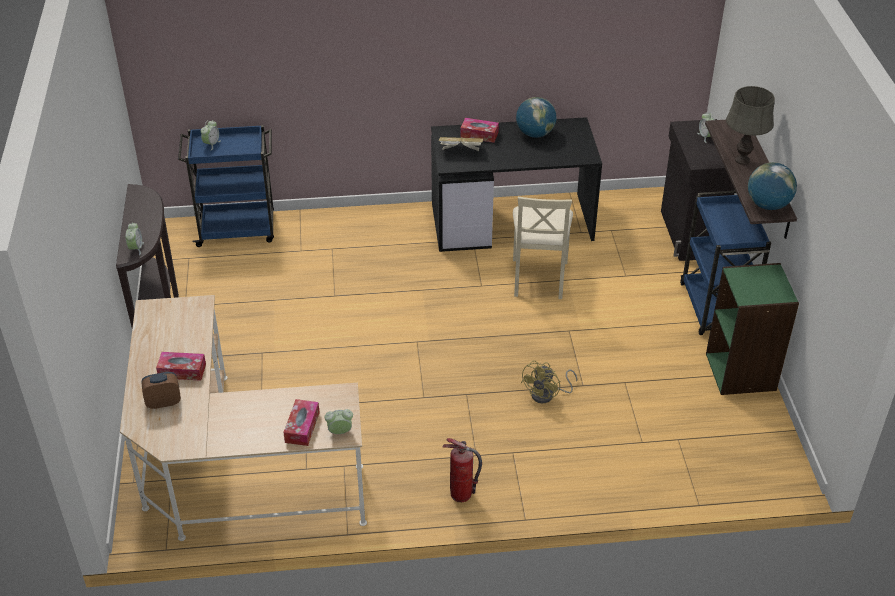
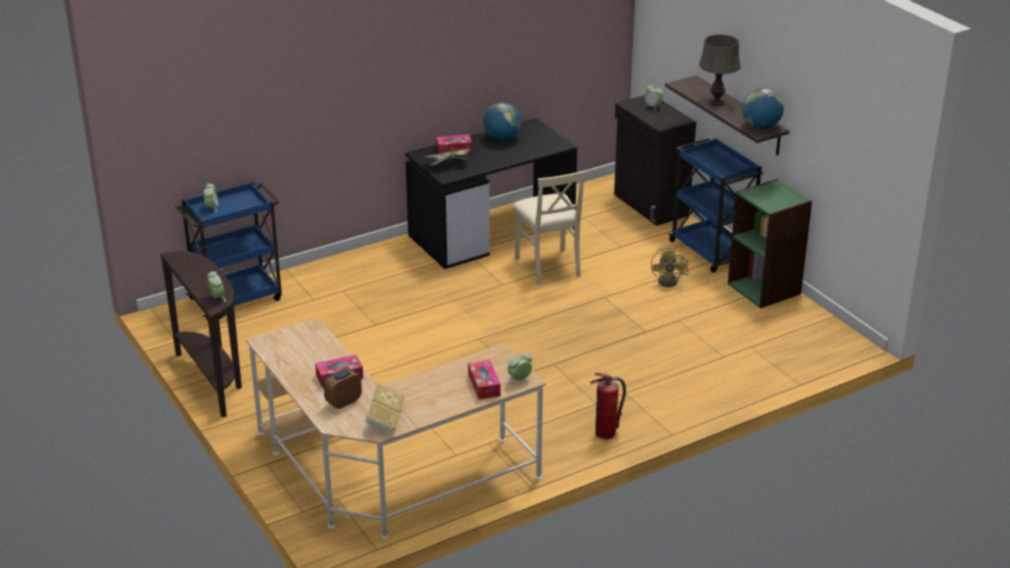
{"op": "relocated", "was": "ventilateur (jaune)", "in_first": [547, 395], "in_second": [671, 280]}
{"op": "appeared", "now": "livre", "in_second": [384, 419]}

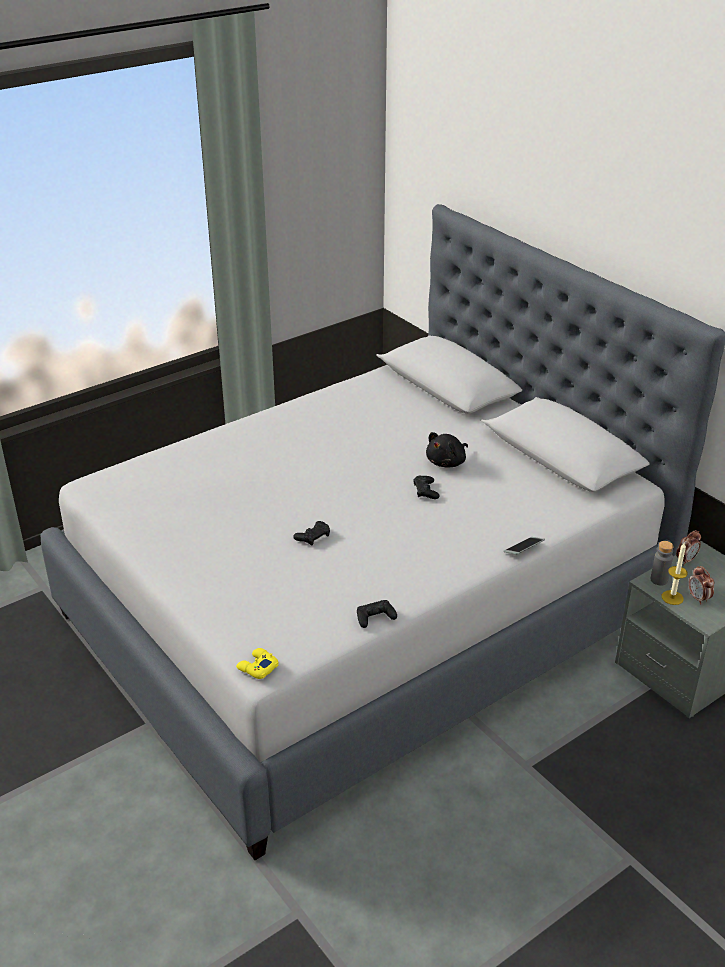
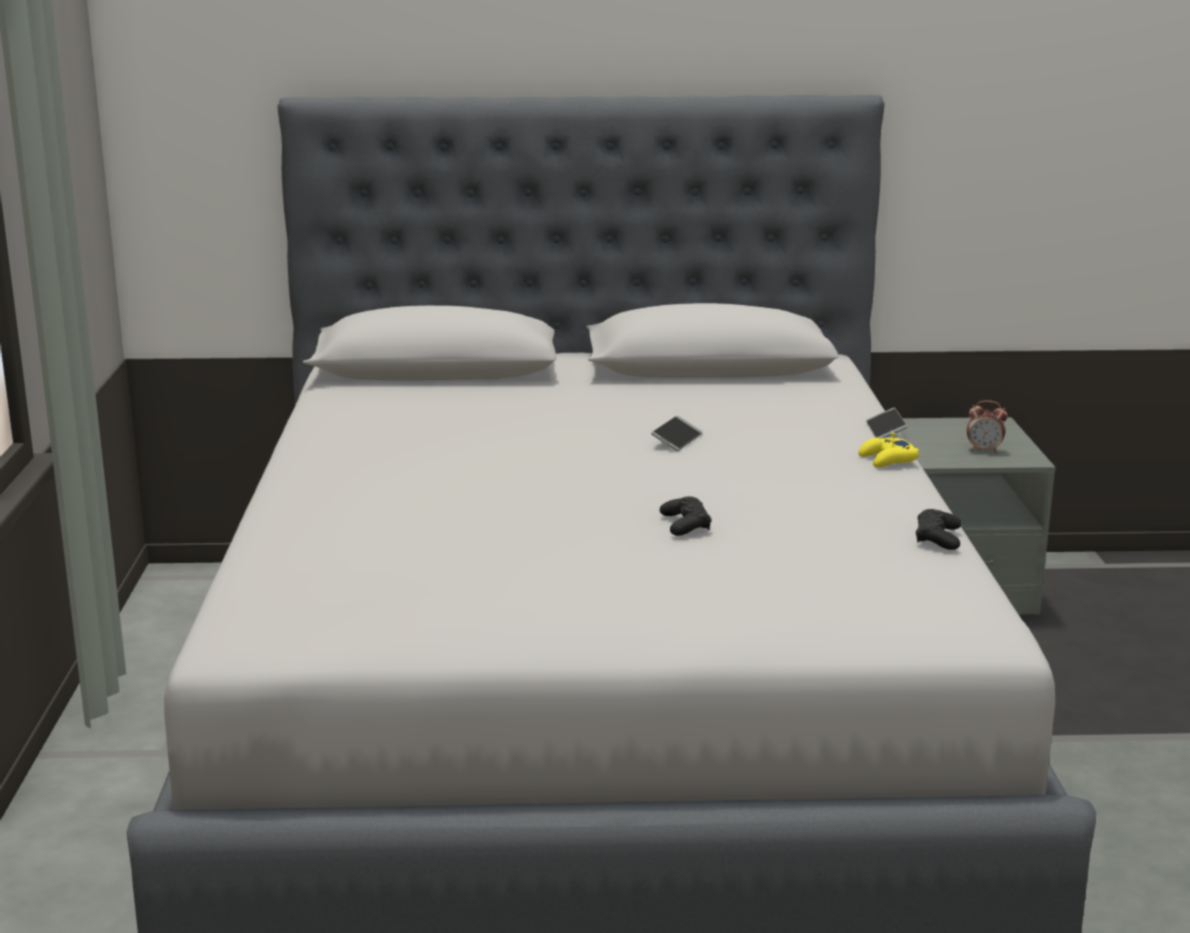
{"op": "missing", "was": "peluche (noir)", "in_first": [447, 462]}
{"op": "exchanged", "was": "manette (noir)", "now": "téléphone", "in_first": [425, 491], "in_second": [677, 440]}
{"op": "missing", "was": "réveil", "in_first": [686, 560]}
{"op": "missing", "was": "bouteille (gris)", "in_first": [659, 580]}
{"op": "missing", "was": "bougie", "in_first": [672, 597]}
{"op": "relocated", "was": "manette (jaune)", "in_first": [257, 667], "in_second": [888, 459]}

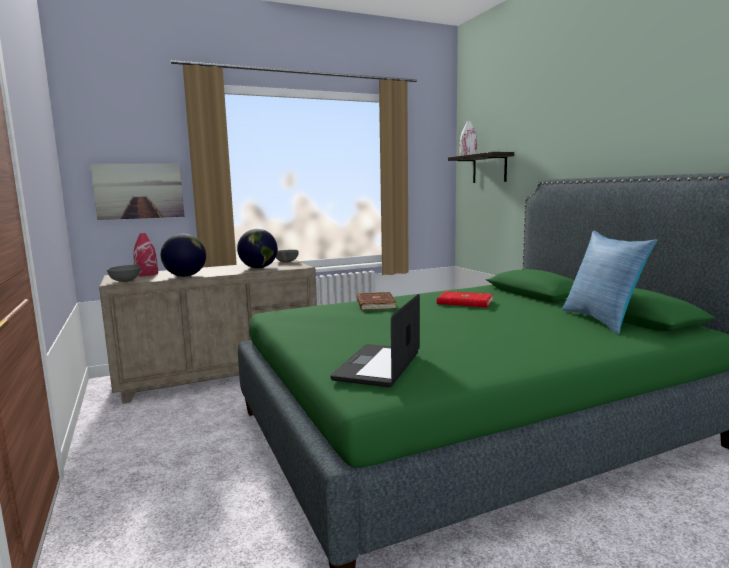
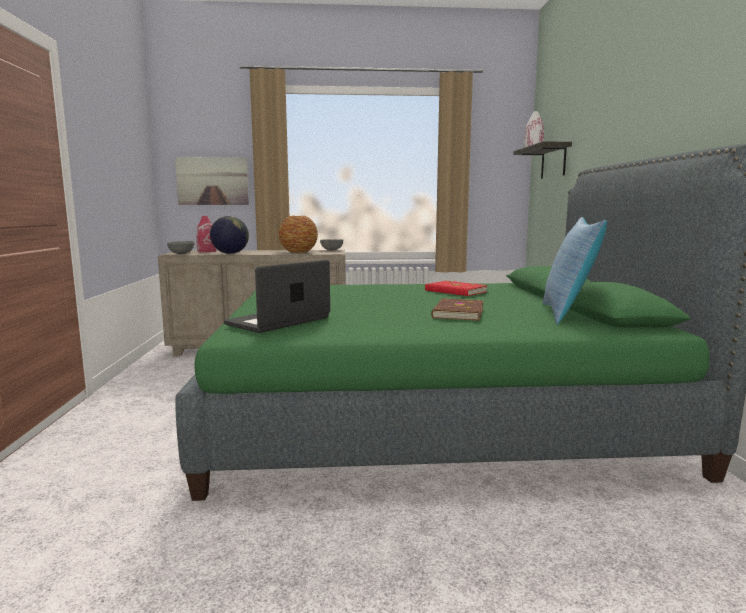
{"op": "exchanged", "was": "globe", "now": "vase", "in_first": [259, 268], "in_second": [299, 252]}
{"op": "relocated", "was": "livre (marron)", "in_first": [375, 304], "in_second": [457, 313]}

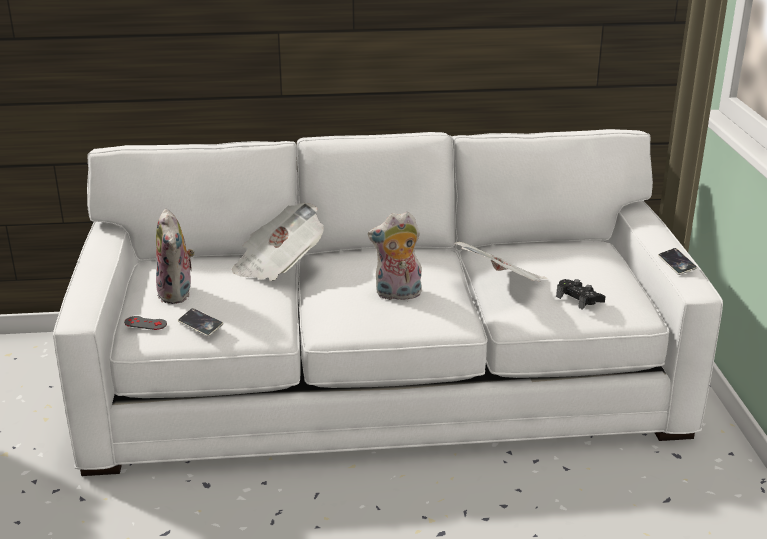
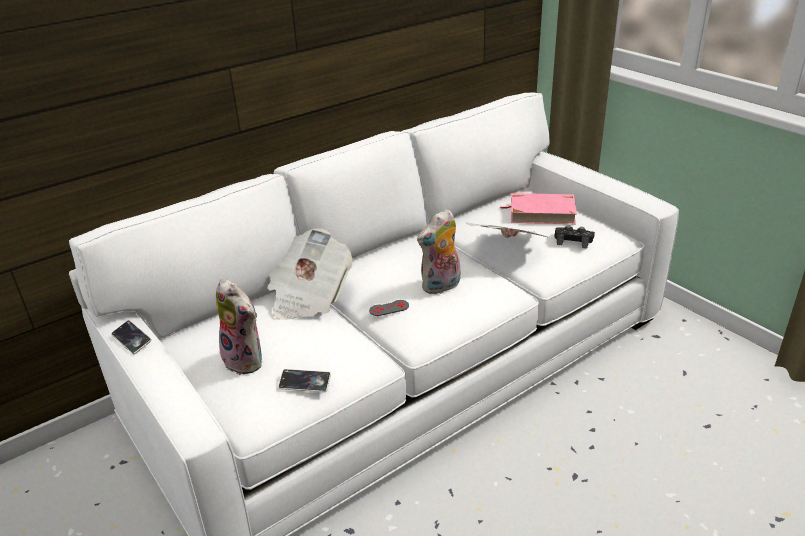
{"op": "relocated", "was": "téléphone", "in_first": [676, 264], "in_second": [132, 339]}
{"op": "relocated", "was": "manette (gris)", "in_first": [145, 323], "in_second": [389, 308]}
{"op": "appeared", "now": "livre (rose)", "in_second": [541, 213]}

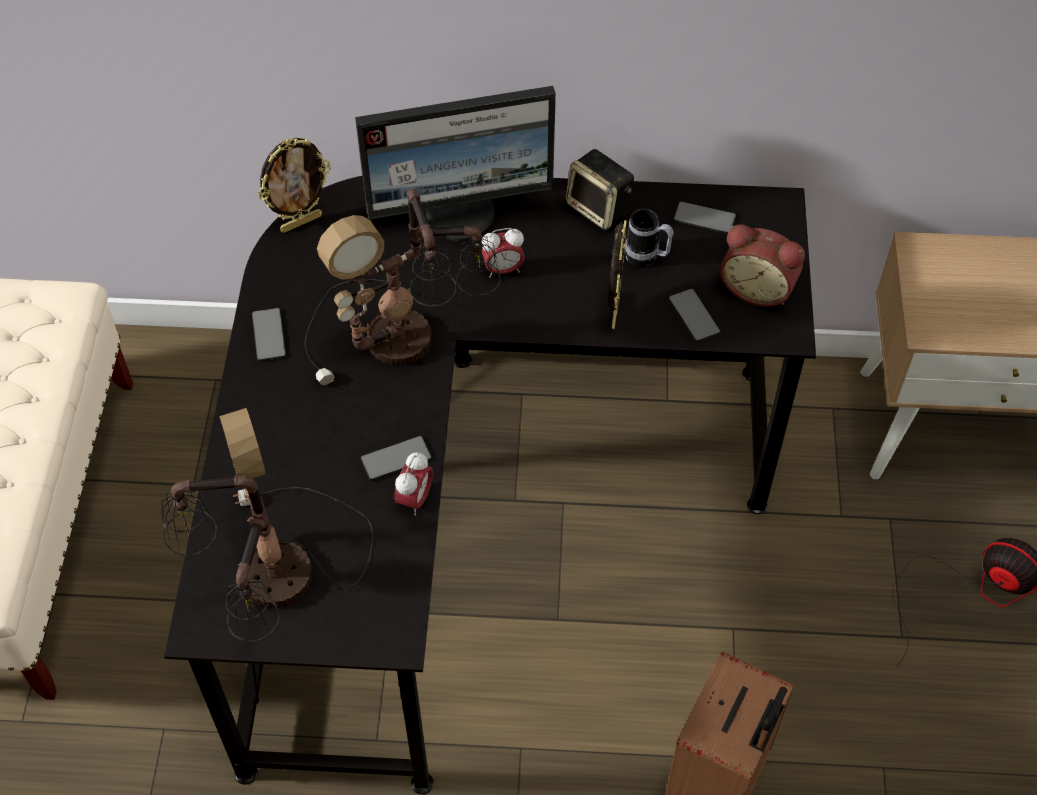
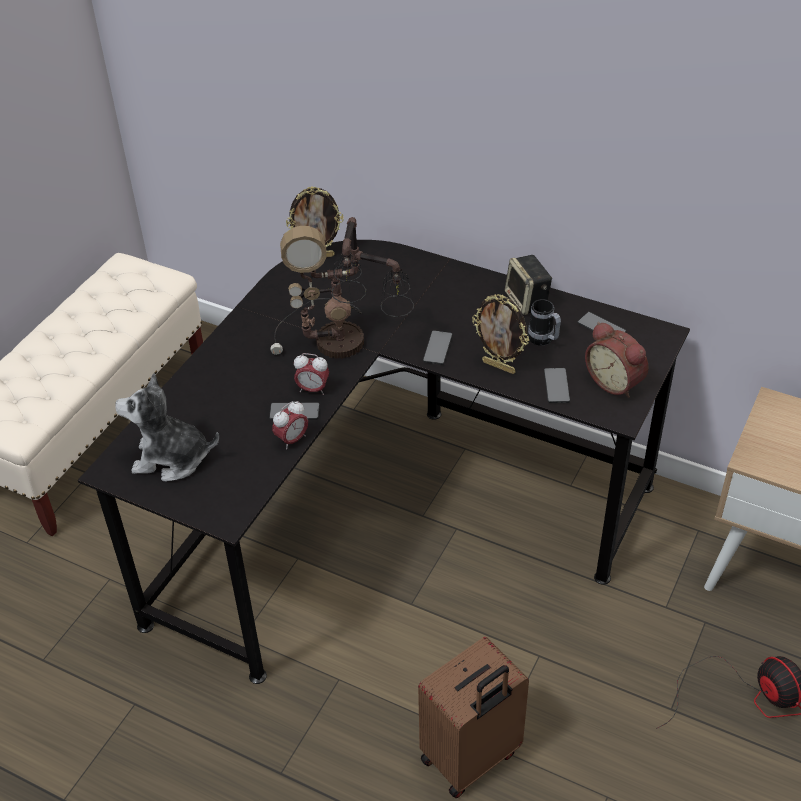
{"op": "missing", "was": "écran d'ordinateur", "in_first": [461, 213]}
{"op": "spun", "was": "cadre photo", "in_first": [613, 311], "in_second": [499, 366], "clockwise": 90}
{"op": "relocated", "was": "réveil", "in_first": [503, 269], "in_second": [313, 389]}
{"op": "relocated", "was": "téléphone", "in_first": [269, 335], "in_second": [437, 348]}
{"op": "exchanged", "was": "lampe de table", "now": "peluche", "in_first": [274, 581], "in_second": [171, 459]}

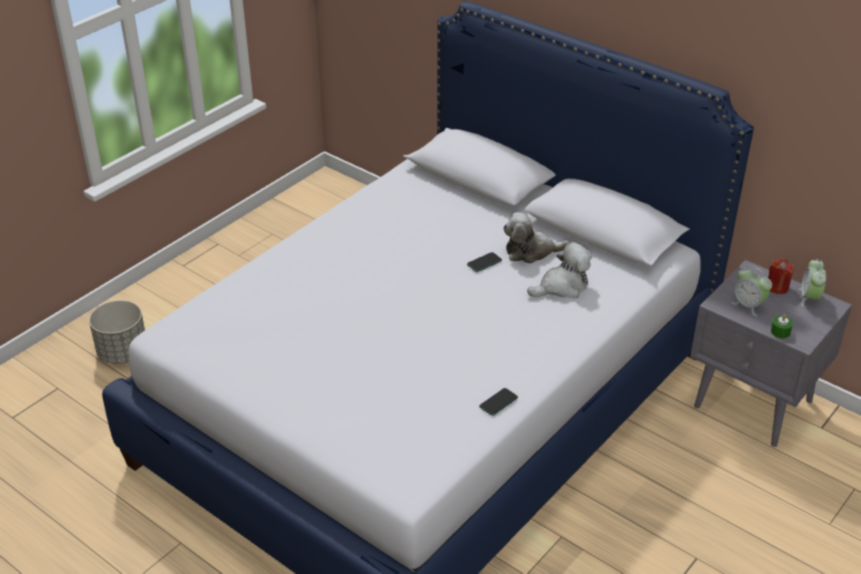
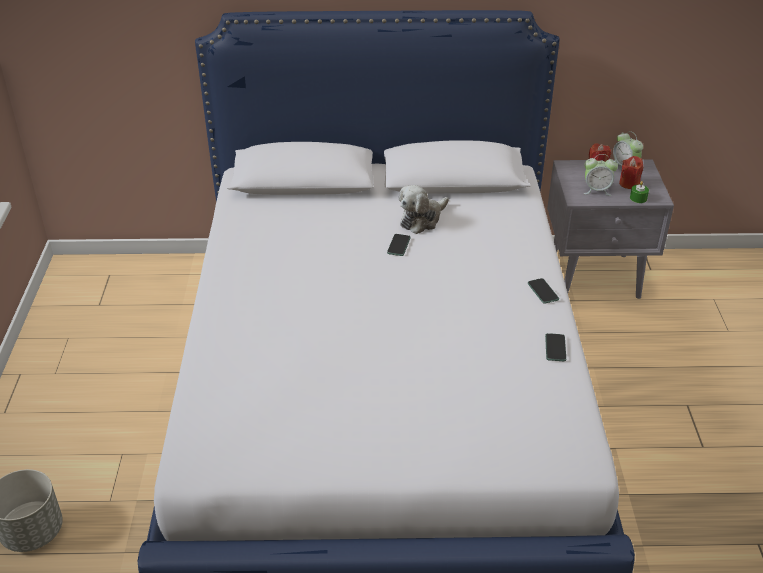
{"op": "missing", "was": "peluche", "in_first": [562, 286]}
{"op": "appeared", "now": "bougie (rouge)", "in_second": [629, 184]}
{"op": "appeared", "now": "téléphone", "in_second": [543, 291]}

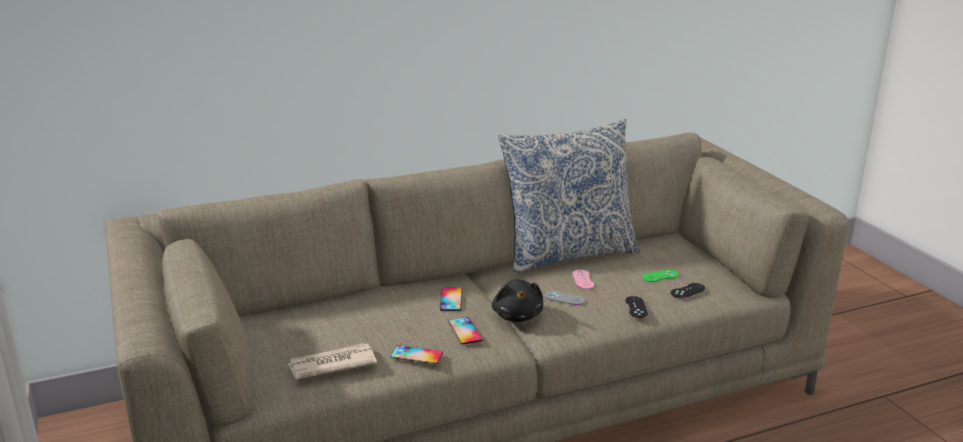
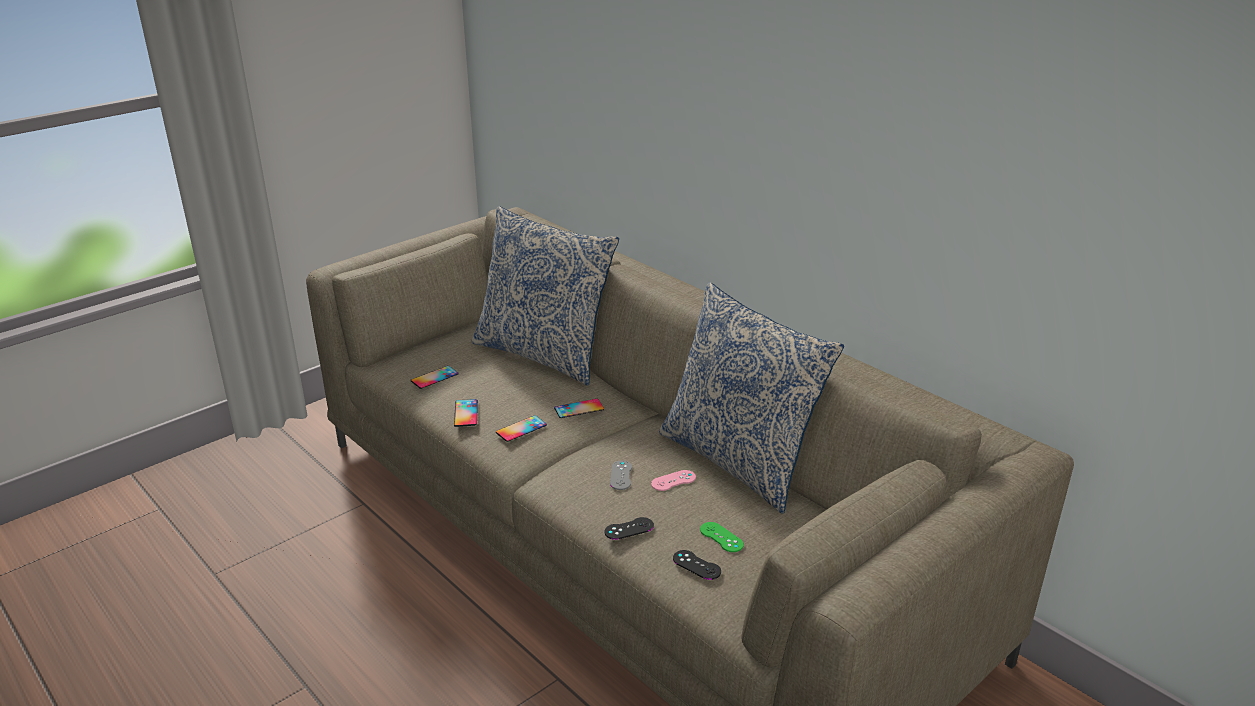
{"op": "missing", "was": "peluche (noir)", "in_first": [517, 315]}
{"op": "exchanged", "was": "journal", "now": "téléphone", "in_first": [331, 364], "in_second": [434, 377]}
{"op": "appeared", "now": "coussin", "in_second": [544, 354]}

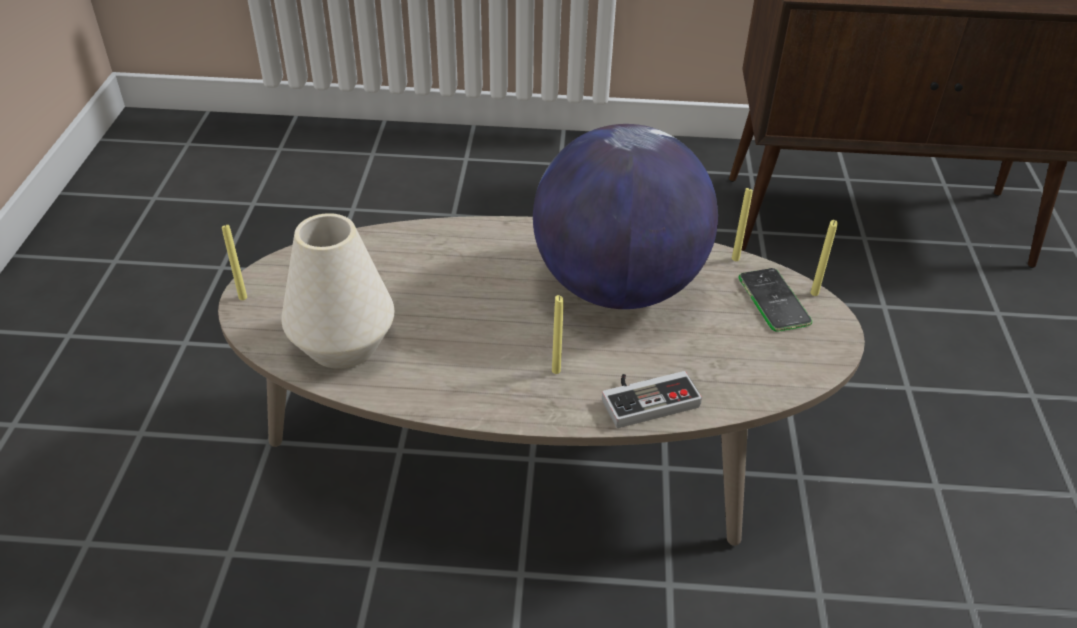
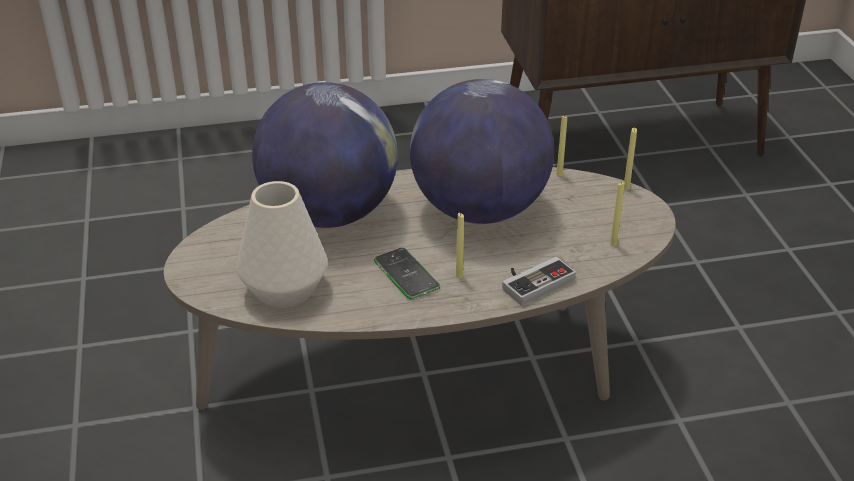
{"op": "relocated", "was": "bougie (jaune)", "in_first": [243, 297], "in_second": [613, 244]}
{"op": "relocated", "was": "téléphone", "in_first": [773, 300], "in_second": [406, 274]}
{"op": "appeared", "now": "globe", "in_second": [329, 214]}

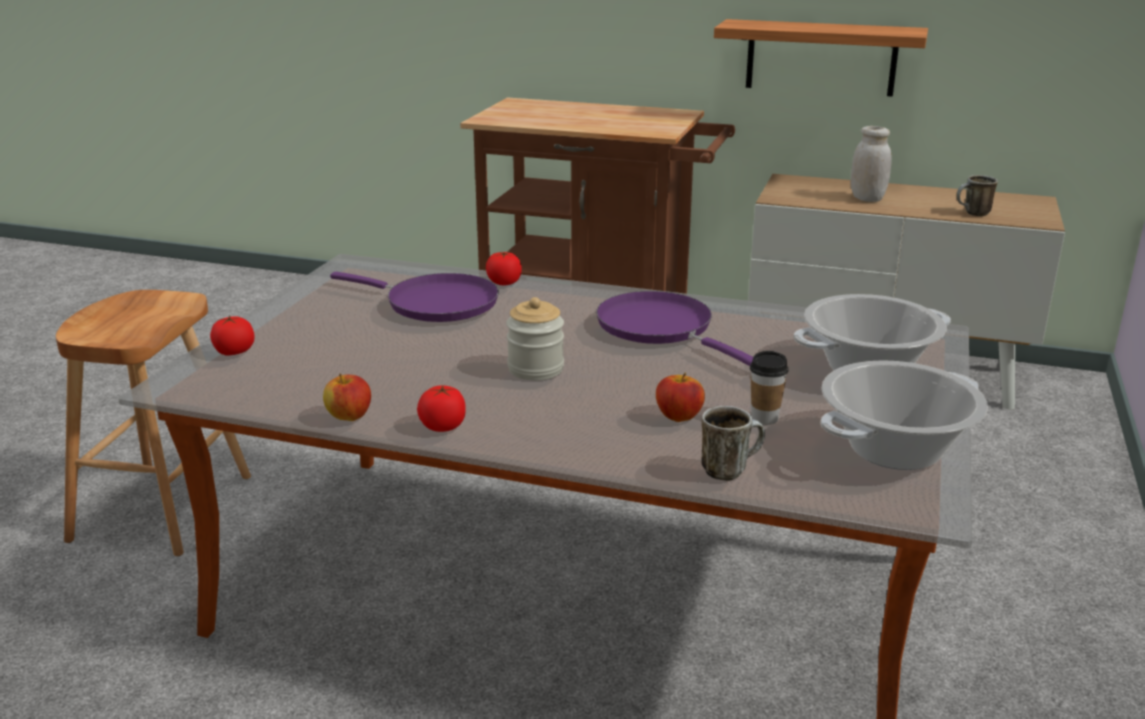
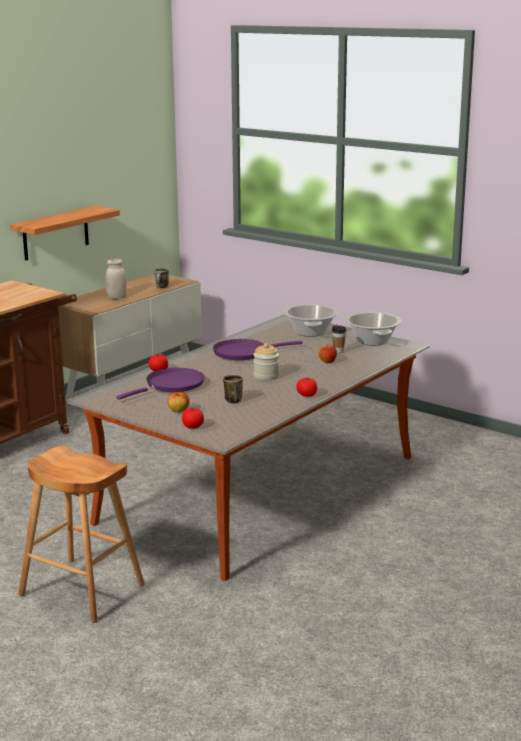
{"op": "relocated", "was": "pomme", "in_first": [349, 417], "in_second": [178, 411]}
{"op": "relocated", "was": "mug", "in_first": [729, 469], "in_second": [232, 399]}

